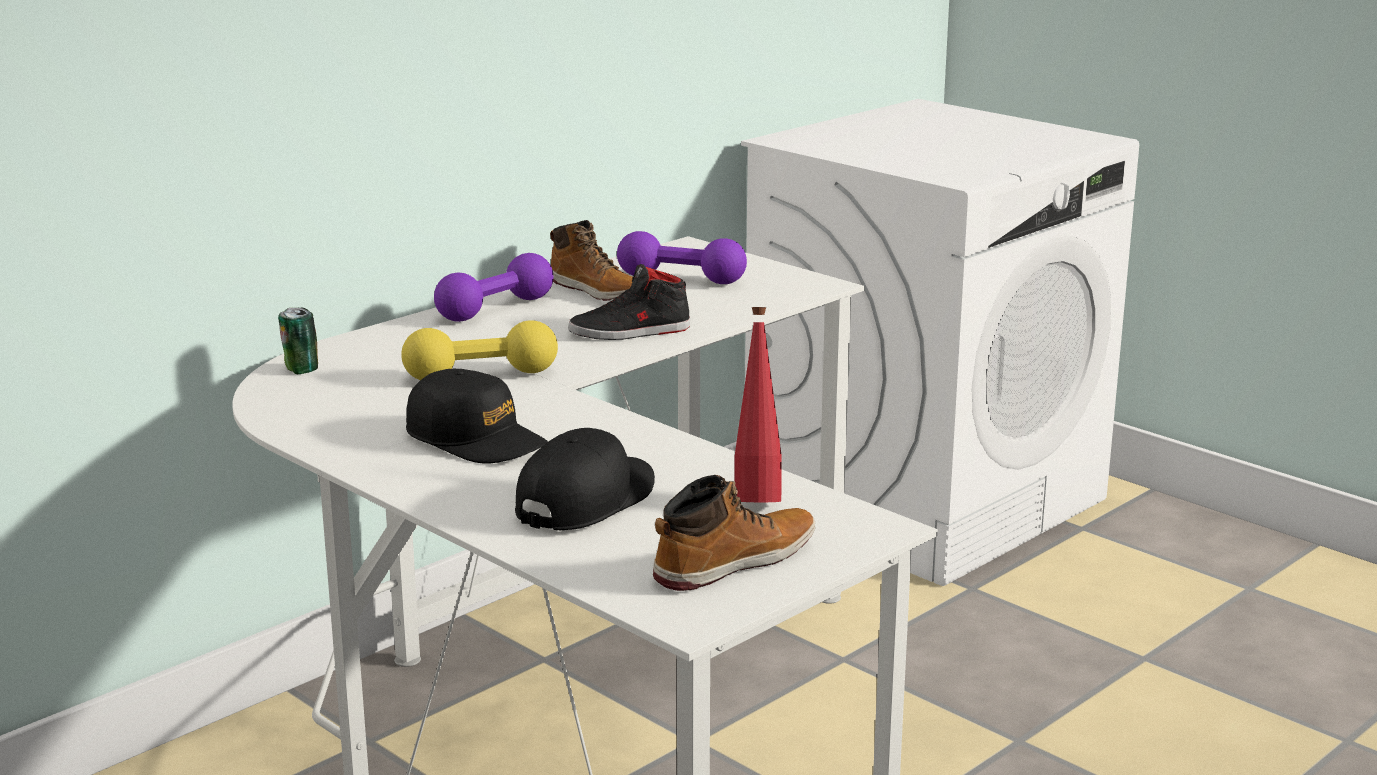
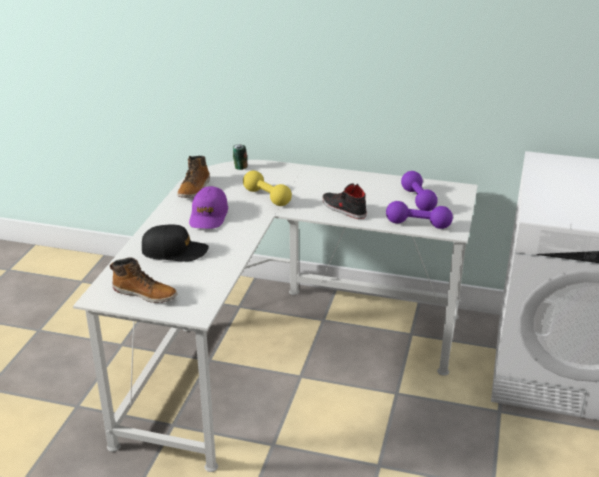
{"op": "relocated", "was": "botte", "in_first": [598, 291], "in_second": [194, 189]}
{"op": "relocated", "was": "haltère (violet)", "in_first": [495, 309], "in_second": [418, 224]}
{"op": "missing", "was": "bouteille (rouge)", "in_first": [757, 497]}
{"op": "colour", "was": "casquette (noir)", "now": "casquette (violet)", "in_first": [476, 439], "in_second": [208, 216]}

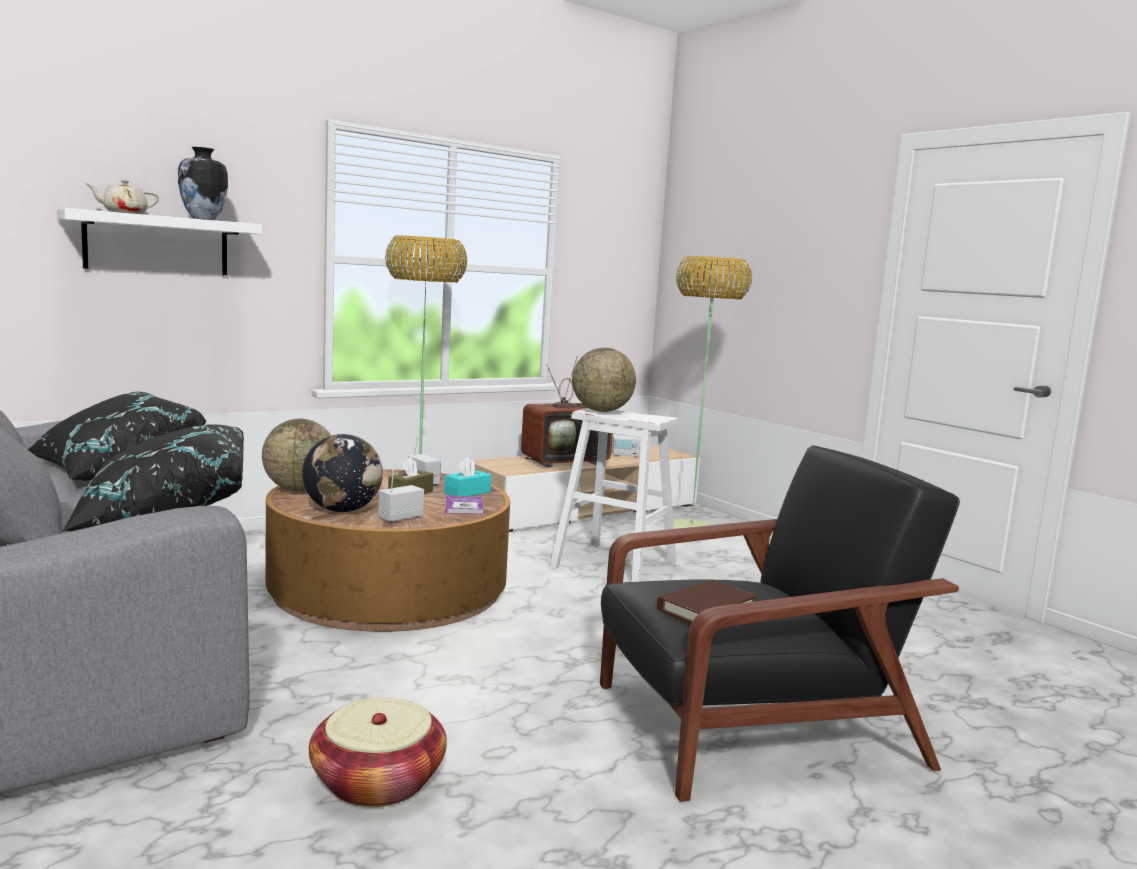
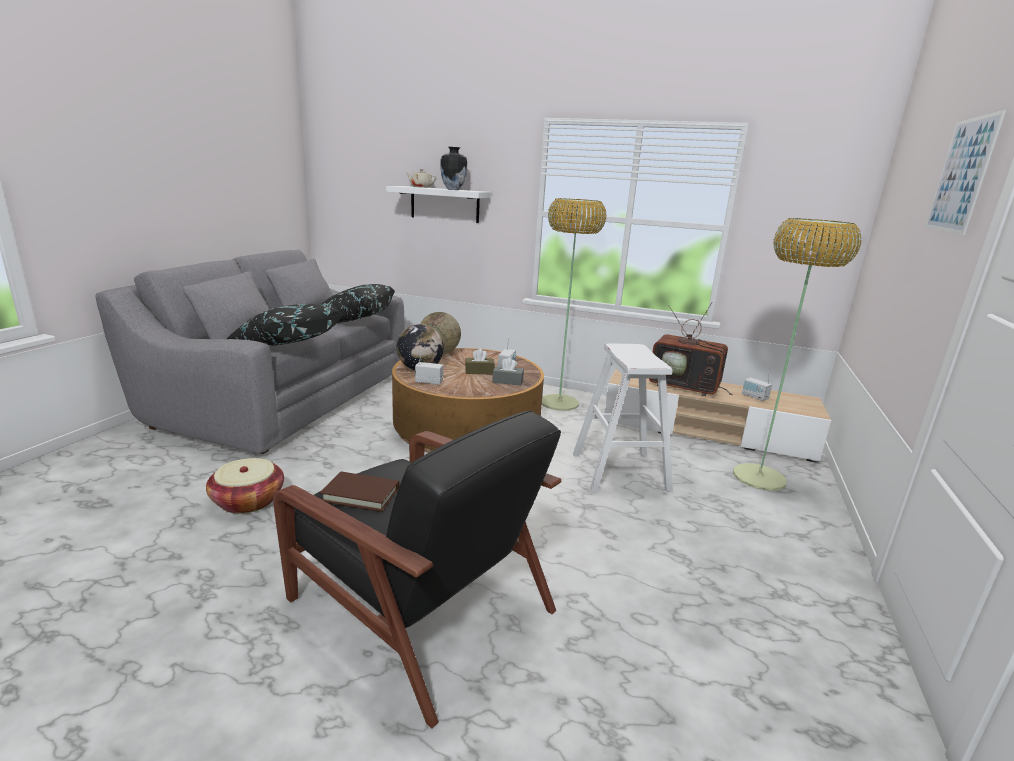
{"op": "missing", "was": "globe", "in_first": [601, 411]}
{"op": "colour", "was": "boîte à mouchoirs (turquoise)", "now": "boîte à mouchoirs (gris)", "in_first": [467, 492], "in_second": [507, 381]}
{"op": "missing", "was": "livre", "in_first": [464, 507]}
{"op": "appeared", "now": "tableau", "in_second": [961, 175]}

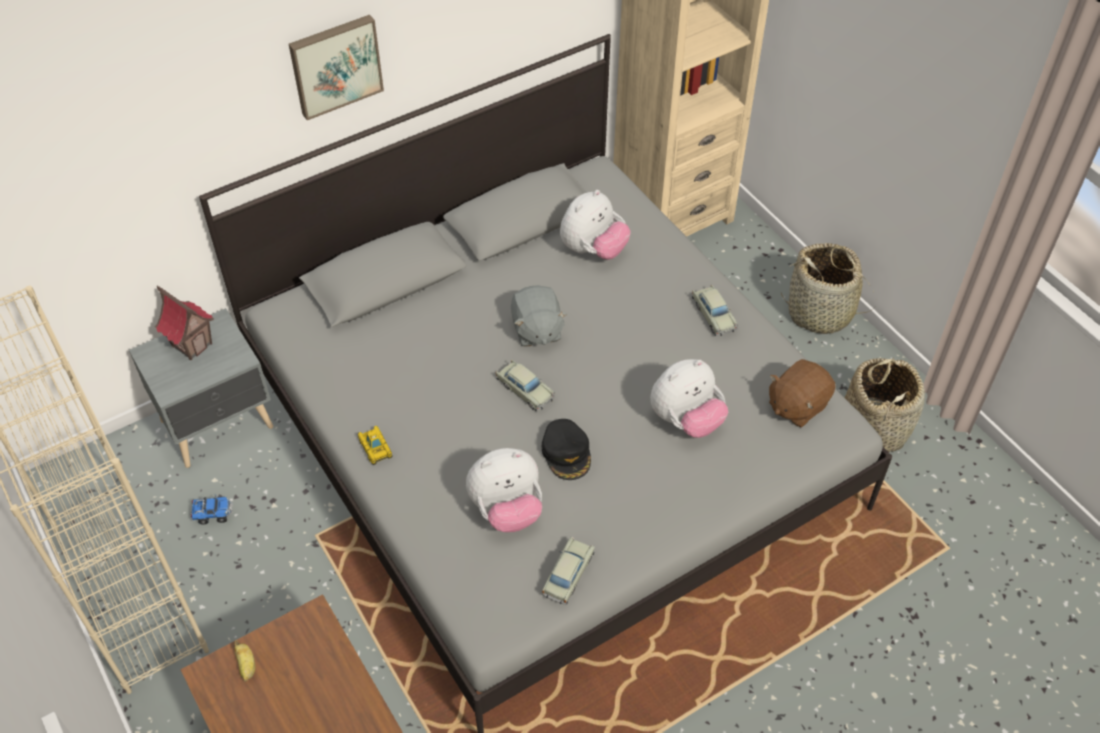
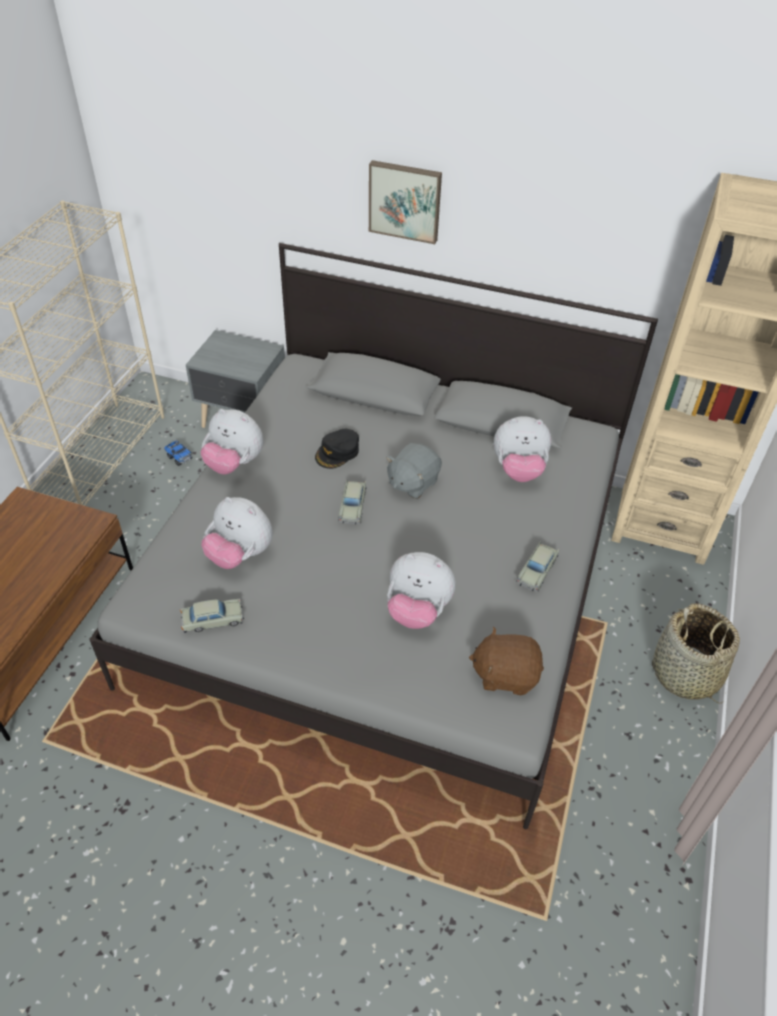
{"op": "missing", "was": "maison miniature", "in_first": [192, 344]}
{"op": "missing", "was": "panier", "in_first": [874, 426]}
{"op": "relocated", "was": "casquette (noir)", "in_first": [567, 453], "in_second": [338, 452]}
{"op": "exchanged", "was": "petite voiture", "now": "peluche", "in_first": [375, 448], "in_second": [234, 464]}
{"op": "missing", "was": "banane", "in_first": [247, 666]}

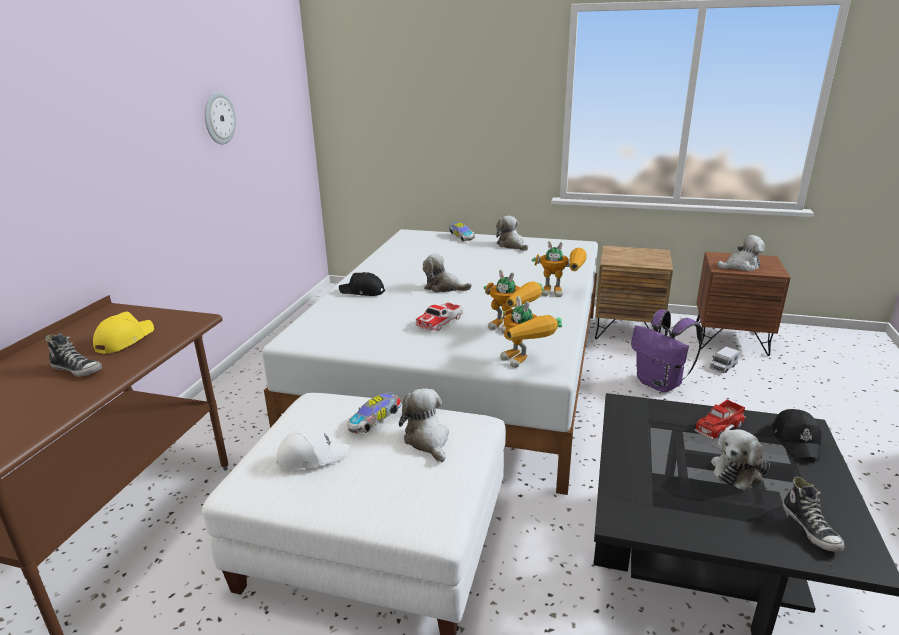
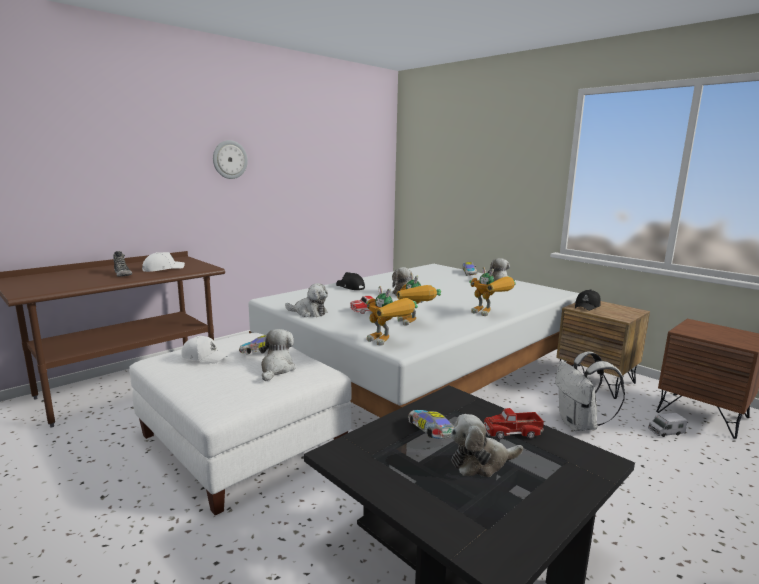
{"op": "relocated", "was": "horloge murale", "in_first": [219, 118], "in_second": [229, 159]}
{"op": "relocated", "was": "peluche", "in_first": [741, 266], "in_second": [309, 313]}
{"op": "spun", "was": "robot jouet", "in_first": [525, 364], "in_second": [388, 342], "clockwise": -45}
{"op": "colour", "was": "sac à dos (violet)", "now": "sac à dos (blanc)", "in_first": [660, 384], "in_second": [580, 425]}
{"op": "colour", "was": "casquette (jaune)", "now": "casquette (blanc)", "in_first": [124, 340], "in_second": [163, 269]}
{"op": "relocated", "was": "casquette (noir)", "in_first": [797, 440], "in_second": [587, 306]}
{"op": "missing", "was": "chaussure", "in_first": [811, 529]}
{"op": "appeared", "now": "petite voiture", "in_second": [431, 433]}

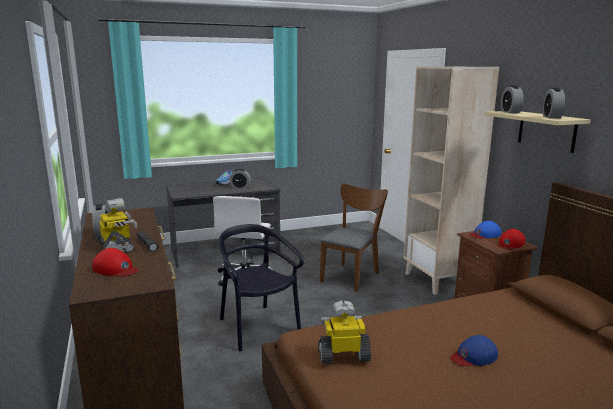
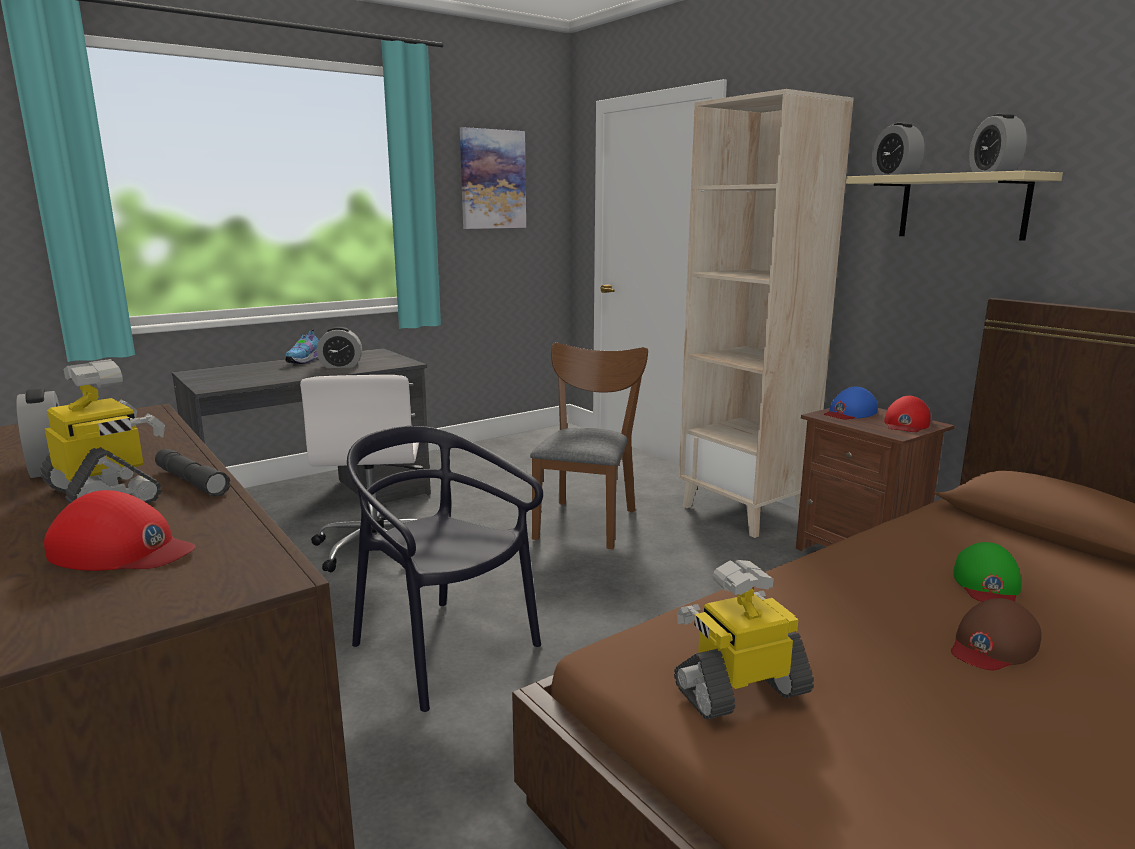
{"op": "colour", "was": "casquette (bleu)", "now": "casquette (marron)", "in_first": [473, 356], "in_second": [992, 645]}
{"op": "appeared", "now": "tableau", "in_second": [492, 179]}
{"op": "appeared", "now": "casquette (vert)", "in_second": [987, 584]}

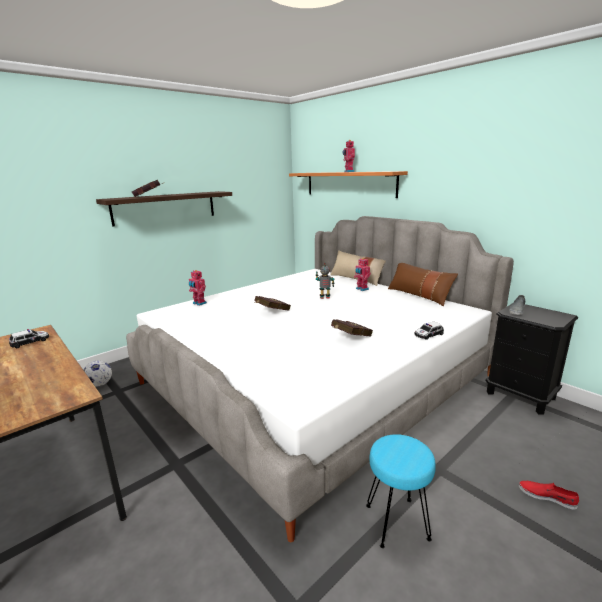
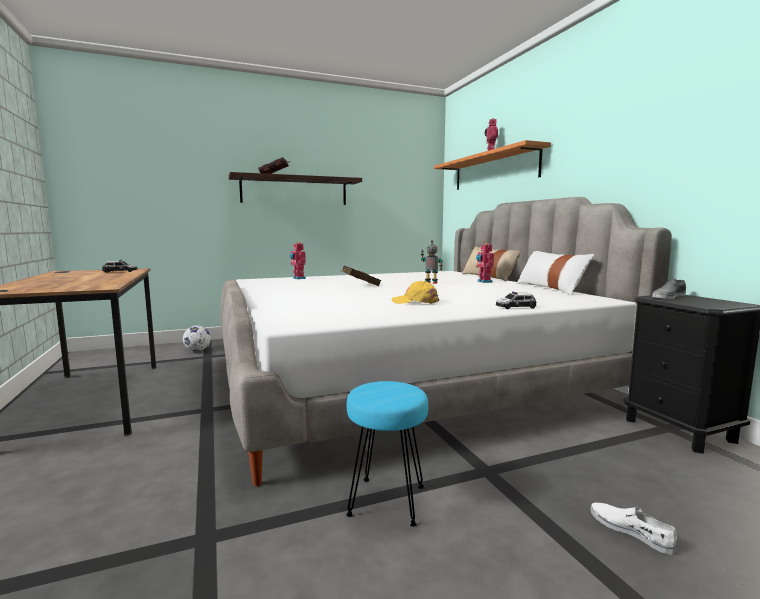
{"op": "colour", "was": "coussin (marron)", "now": "coussin (blanc)", "in_first": [419, 295], "in_second": [550, 288]}
{"op": "exchanged", "was": "livre (rouge)", "now": "casquette (jaune)", "in_first": [350, 338], "in_second": [415, 302]}
{"op": "colour", "was": "chaussure (rouge)", "now": "chaussure (blanc)", "in_first": [546, 496], "in_second": [630, 530]}

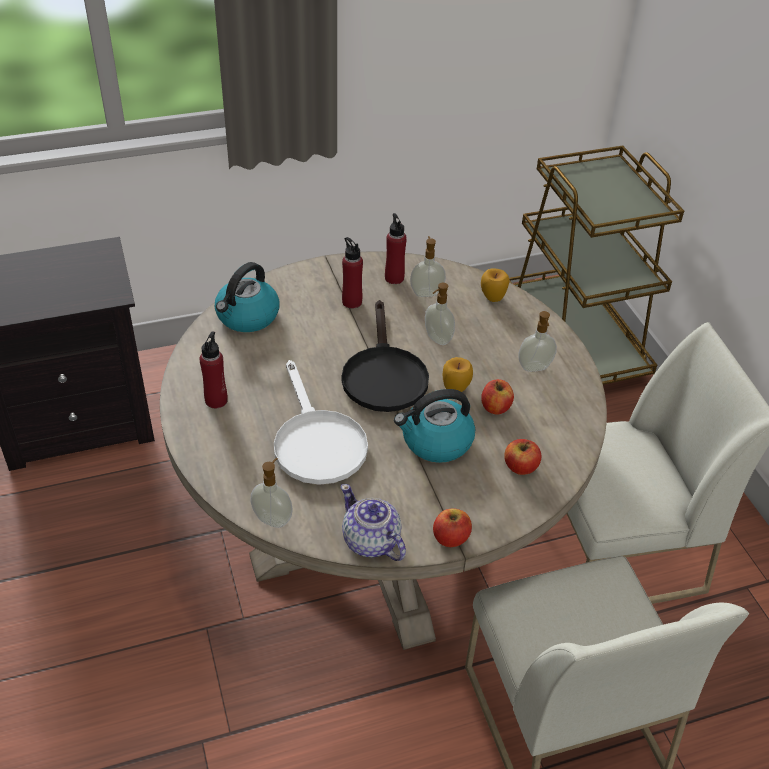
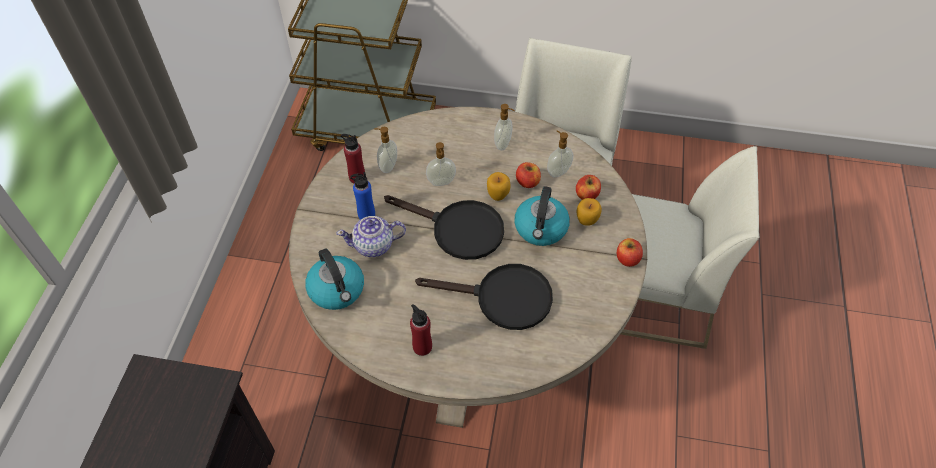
{"op": "colour", "was": "bouteille (rouge)", "now": "bouteille (bleu)", "in_first": [352, 302], "in_second": [366, 215]}
{"op": "relocated", "was": "pomme", "in_first": [492, 298], "in_second": [586, 221]}
{"op": "colour", "was": "poêle (blanc)", "now": "poêle (noir)", "in_first": [316, 441], "in_second": [502, 298]}
{"op": "relocated", "was": "distributeur de savon", "in_first": [273, 519], "in_second": [558, 171]}
{"op": "relocated", "was": "théière", "in_first": [371, 541], "in_second": [374, 245]}

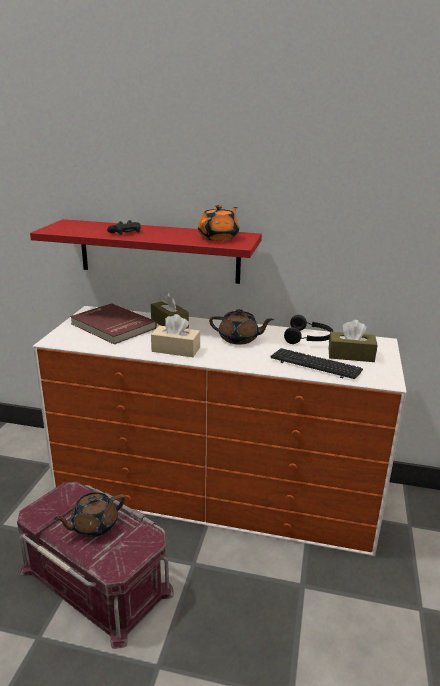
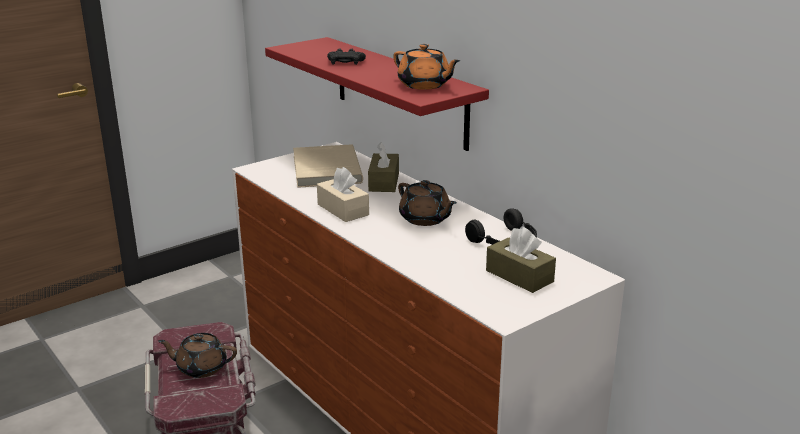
{"op": "spun", "was": "théière (orange)", "in_first": [219, 237], "in_second": [424, 85], "clockwise": 60}
{"op": "colour", "was": "livre (rouge)", "now": "livre (beige)", "in_first": [112, 326], "in_second": [325, 169]}
{"op": "missing", "was": "clavier", "in_first": [315, 365]}

